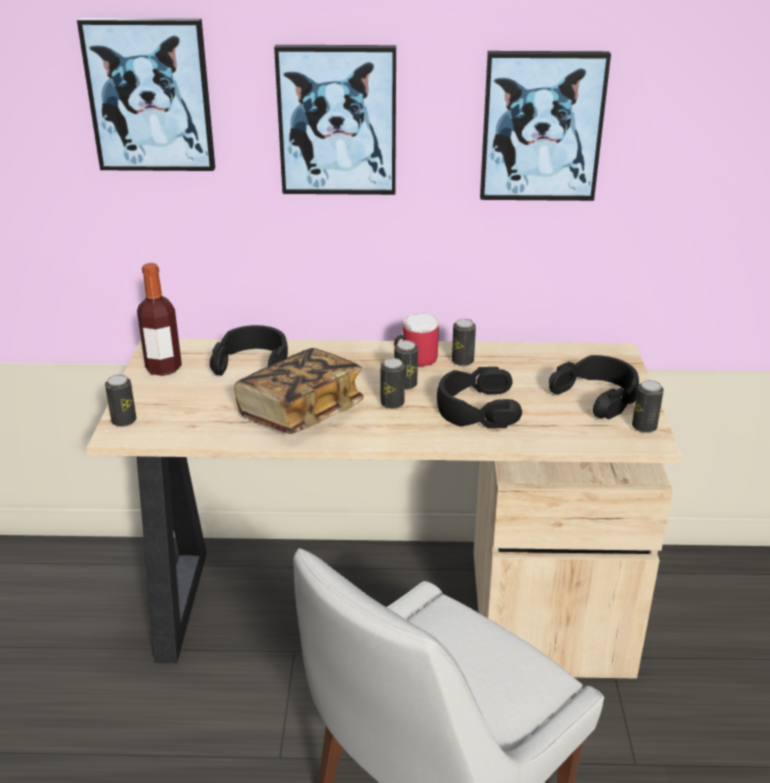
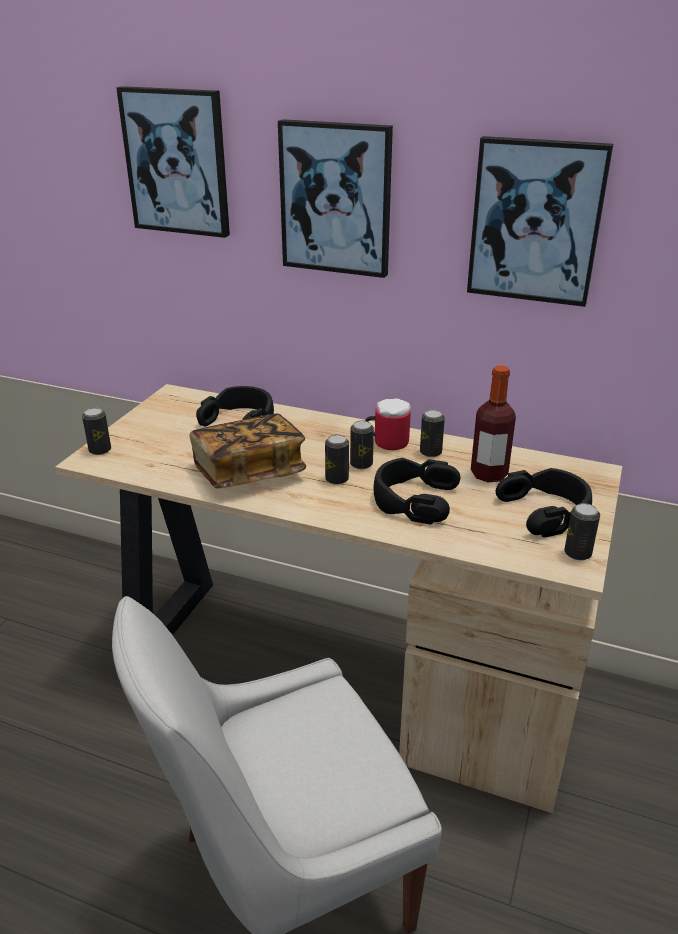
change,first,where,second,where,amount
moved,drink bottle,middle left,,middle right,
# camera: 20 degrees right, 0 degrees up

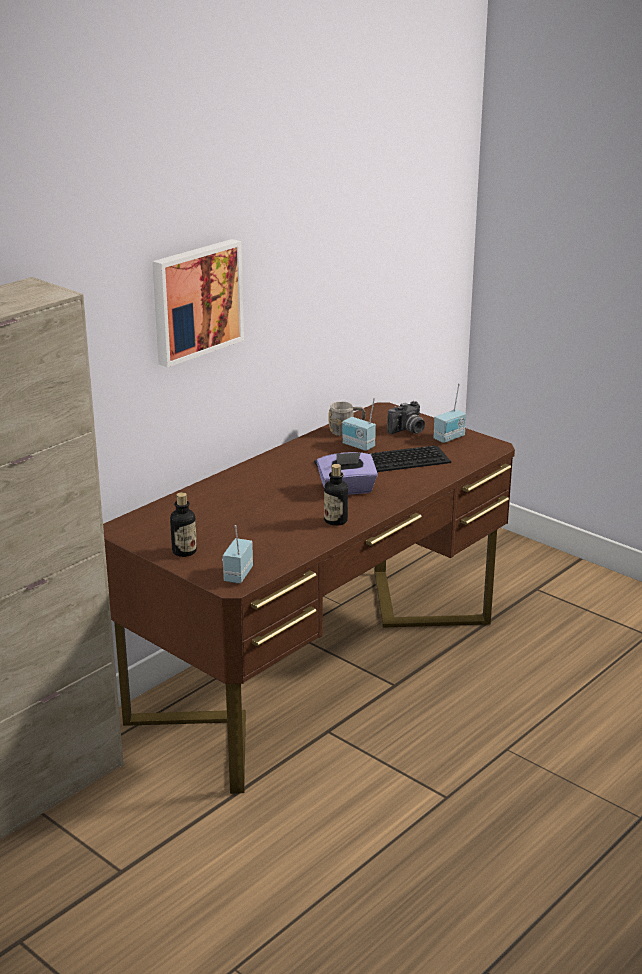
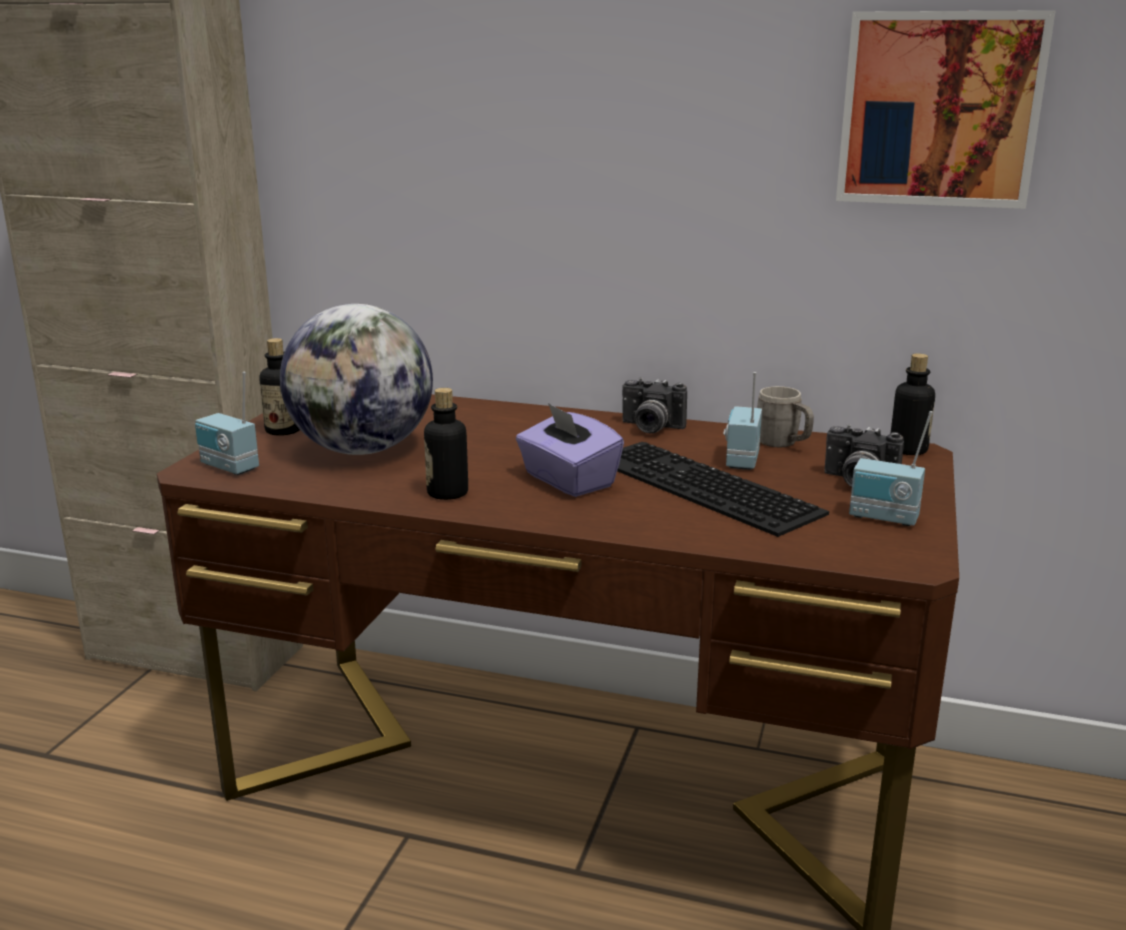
change,first,where,second,where,amount
moved,wall art,top left,,top right,
turned,radio set (1st from left),centre,,middle left,135 degrees counterclockwise
added,,,world globe,middle left,
added,,,still camera (1st from left),centre,
added,,,drink bottle (3rd from left),middle right,
# camera: 65 degrees right, 5 degrees down

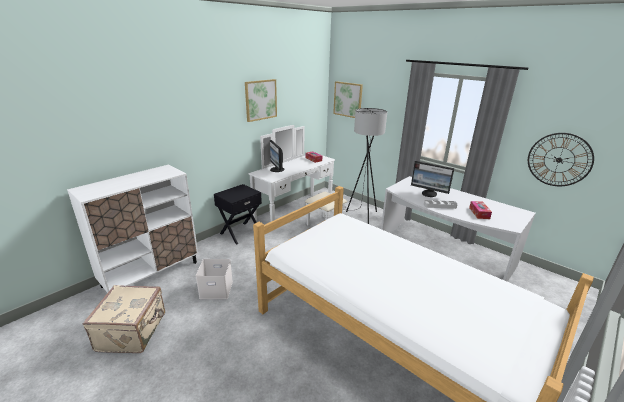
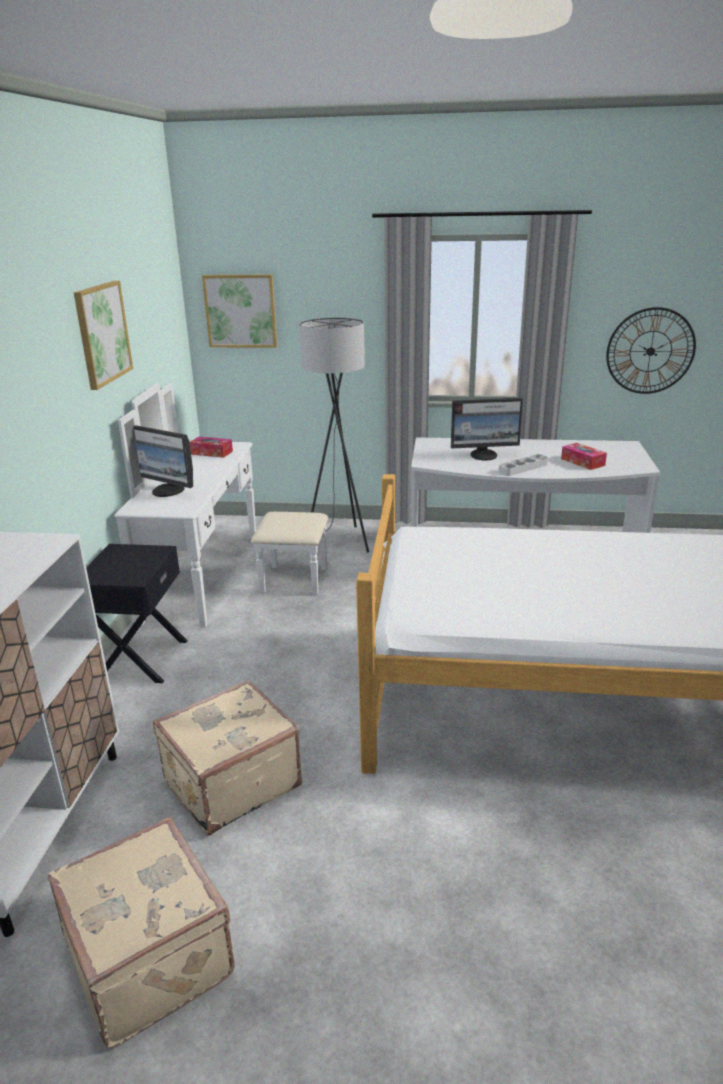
change,first,where,second,where,amount
replaced,white-coloured storage container,bottom centre,beige-coloured piece of luggage (2nd from left),bottom left,
# camera: 35 degrees left, 0 degrees up

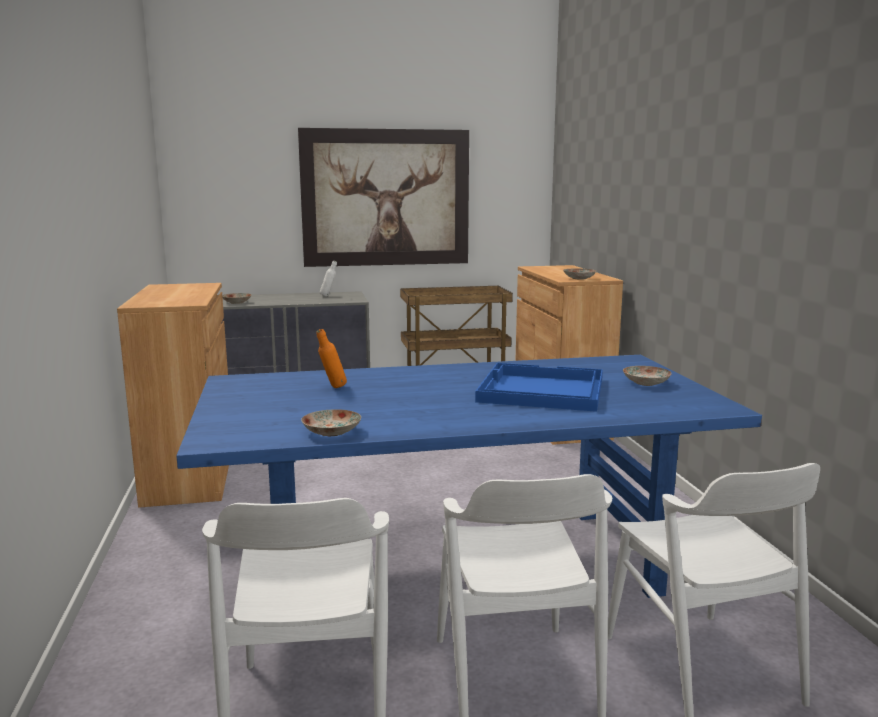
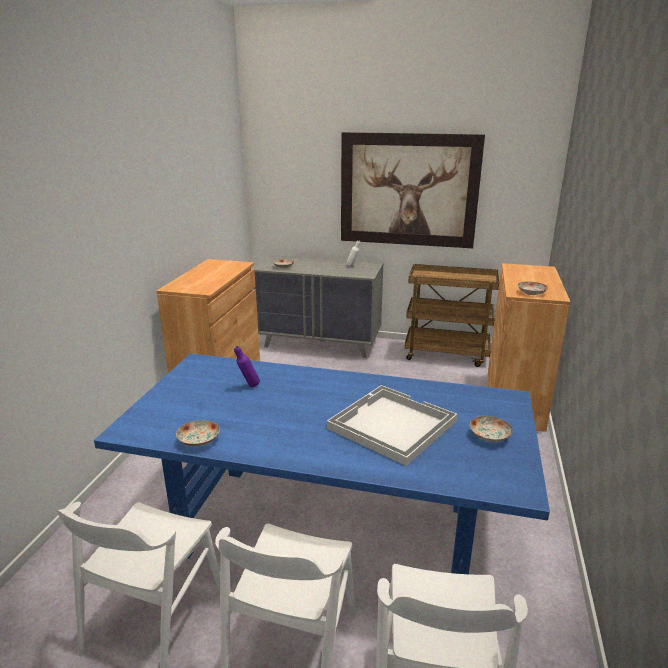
change,first,where,second,where,amount
recoloured,orange drink bottle,centre,purple drink bottle,centre,
recoloured,blue serving tray,centre,white-coloured serving tray,centre,
# camera: 25 degrees right, 10 degrees up

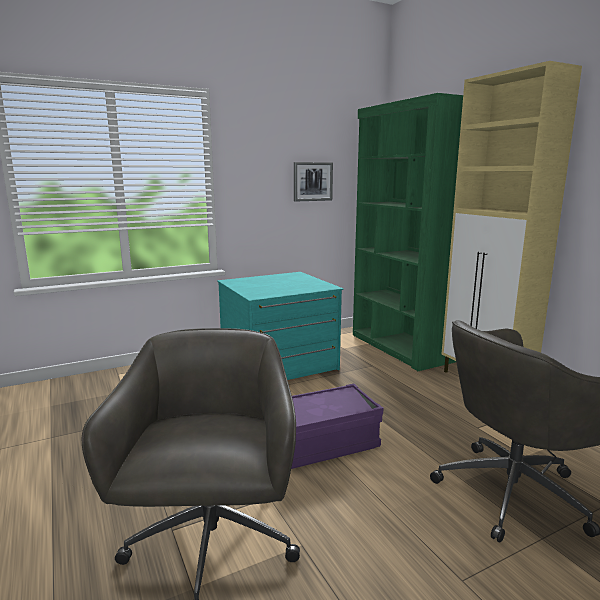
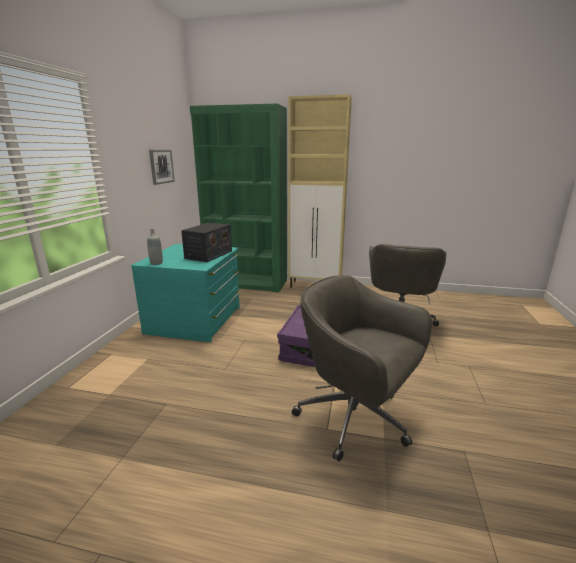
change,first,where,second,where,amount
added,,,grey drink bottle,middle left,
added,,,radio set,centre,
# camera: 50 degrees left, 5 degrees up

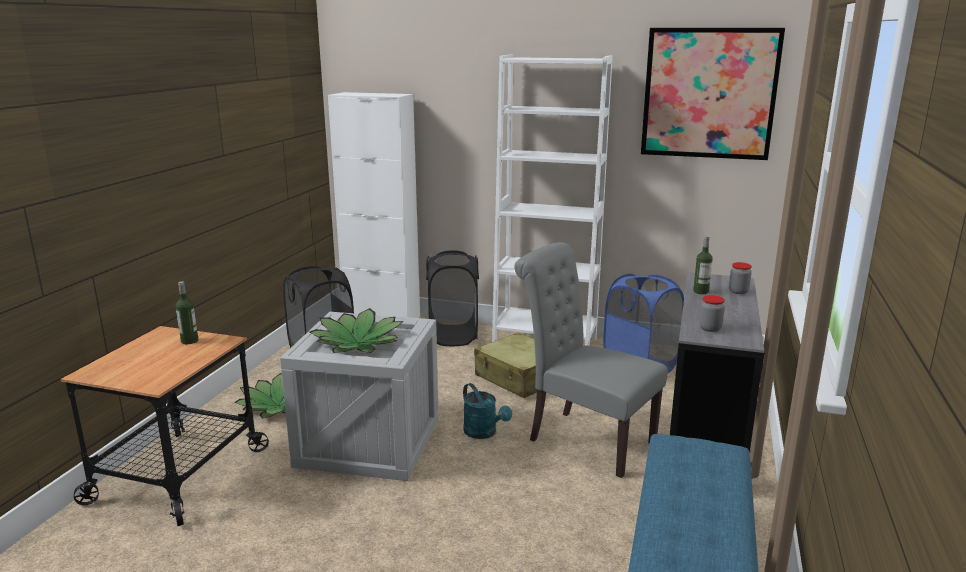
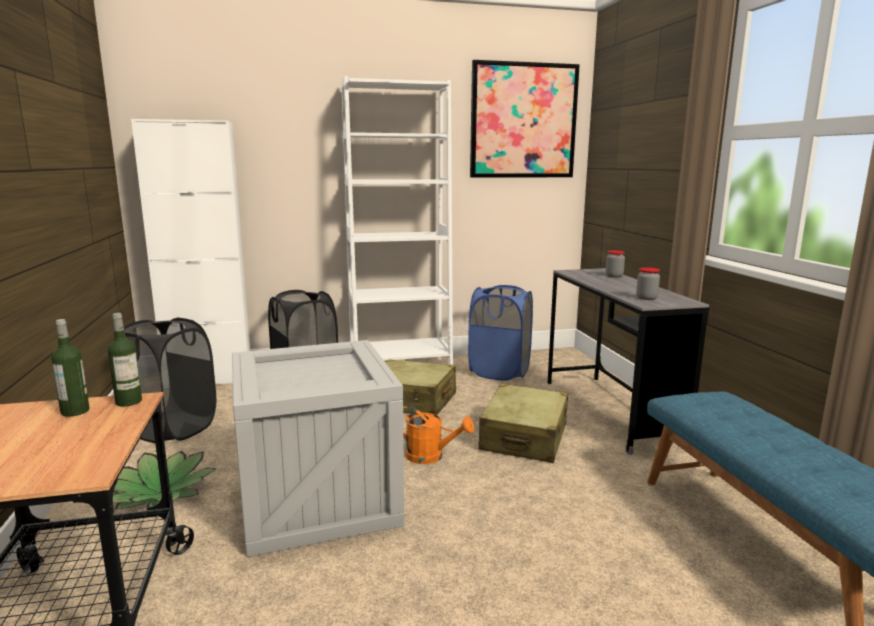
change,first,where,second,where,amount
removed,houseplant (2nd from left),centre,,,
recoloured,blue-green watering pot,bottom centre,orange watering pot,bottom centre,
replaced,grey plain chair,centre,beige-coloured piece of luggage (2nd from left),bottom centre,
moved,drink bottle (2nd from left),middle right,,middle left,
# camera: 30 degrees left, 5 degrees down

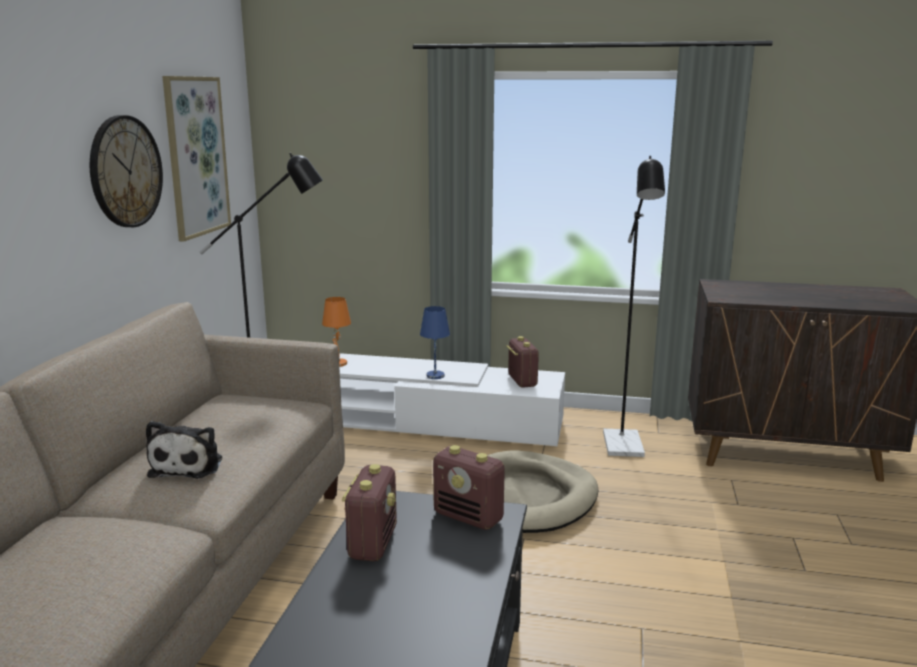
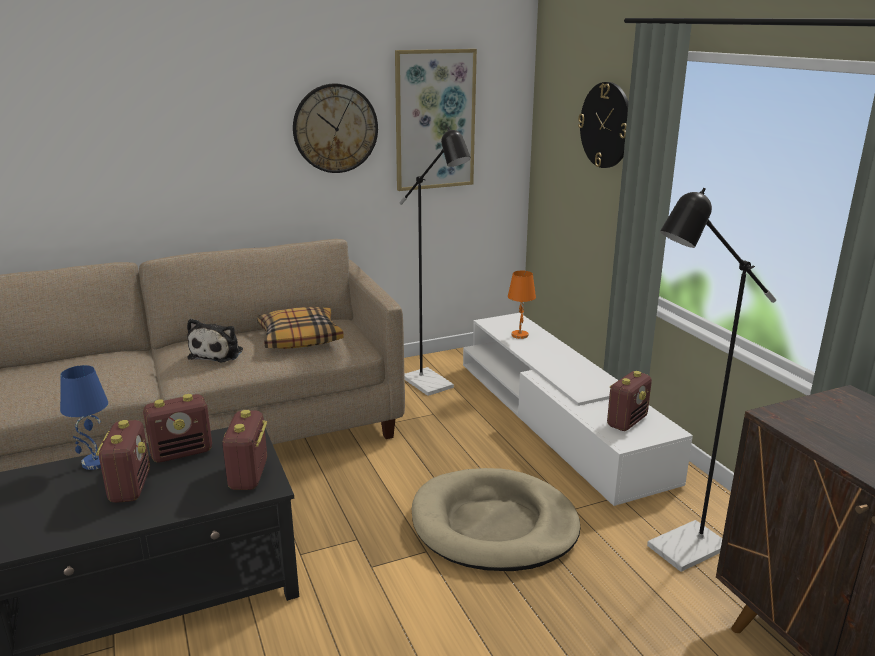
change,first,where,second,where,amount
turned,soft toy,bottom left,,middle left,45 degrees counterclockwise
moved,blue tabletop lamp,centre,,middle left,
added,,,radio set (1st from left),bottom left,
added,,,cushion,centre,
added,,,clock on the wall (2nd from left),top right,
# camera: 55 degrees right, 5 degrees up

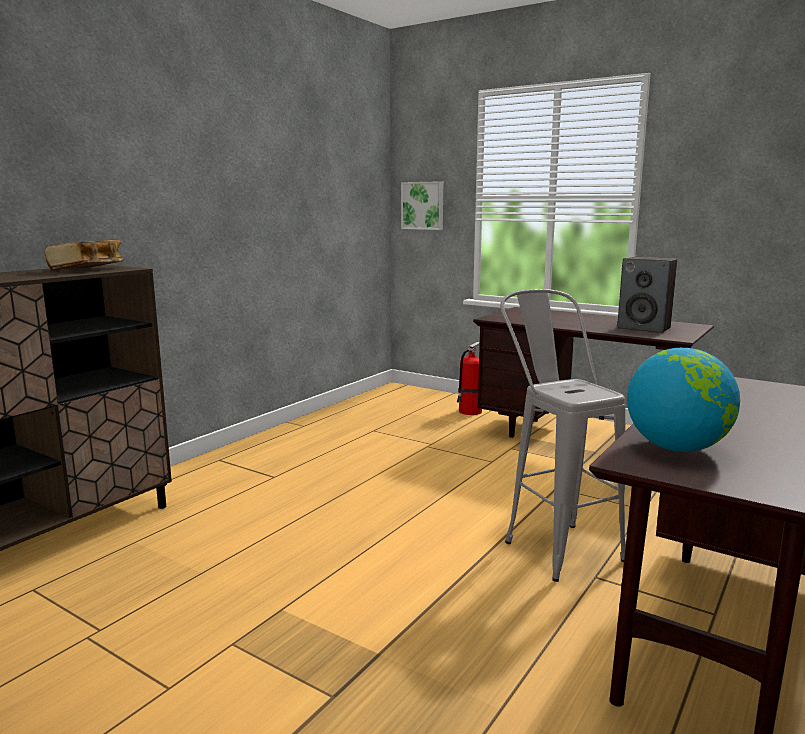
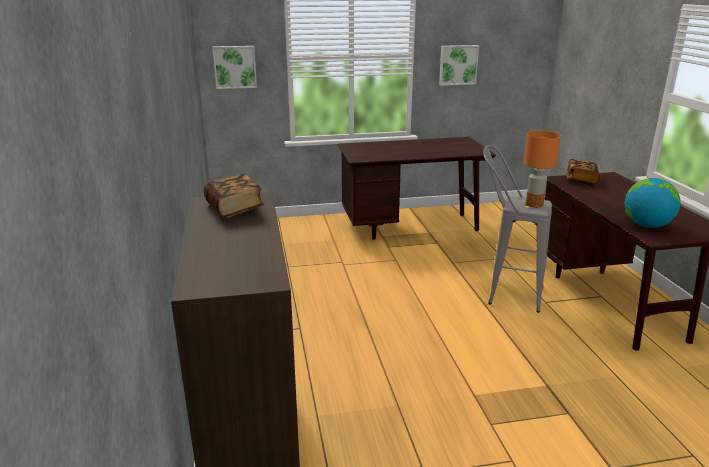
change,first,where,second,where,amount
removed,fire extinguisher,centre,,,
removed,speaker,middle right,,,
added,,,wall art (2nd from left),top centre,
added,,,orange tabletop lamp,middle right,
added,,,volume (2nd from left),middle right,
# camera: 45 degrees left, 10 degrees up

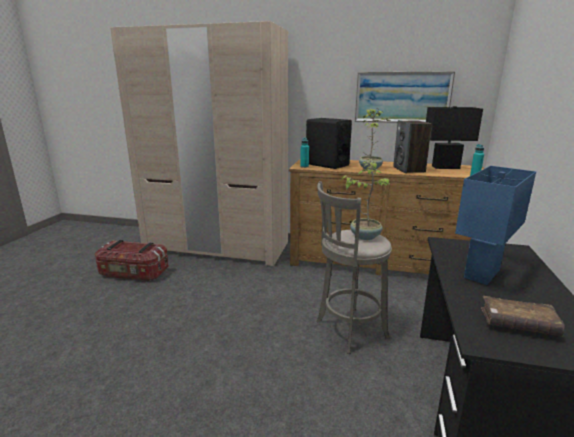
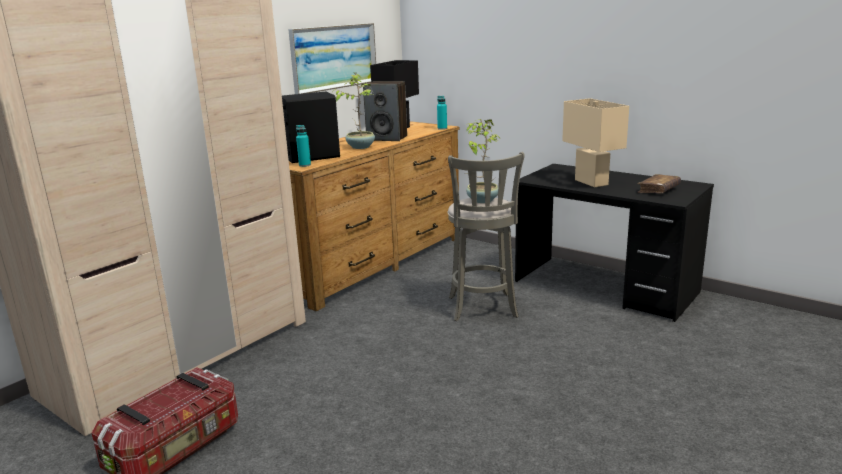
change,first,where,second,where,amount
recoloured,blue tabletop lamp,middle right,beige-coloured tabletop lamp,top right,
# camera: 65 degrees left, 0 degrees up

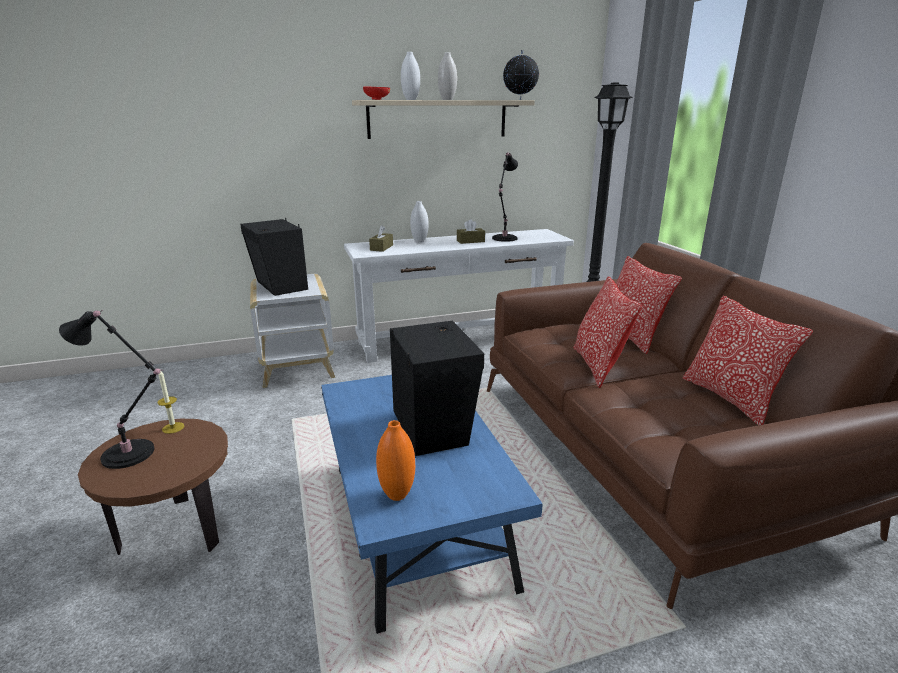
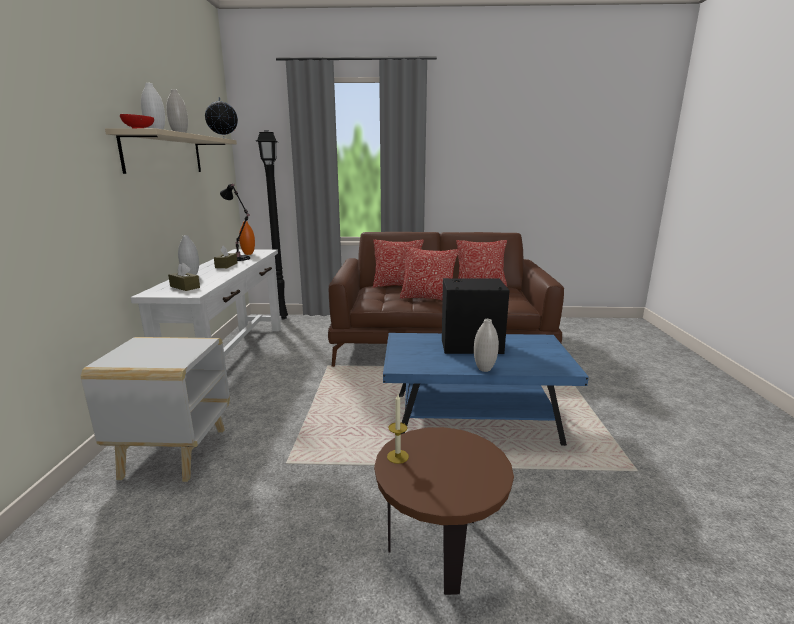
change,first,where,second,where,amount
removed,black tabletop lamp (1st from left),middle left,,,
removed,black speaker (1st from left),middle left,,,
moved,orange flower vase,bottom centre,,middle left,
added,,,white-coloured flower vase (4th from left),centre,
# camera: 70 degrees left, 5 degrees down

